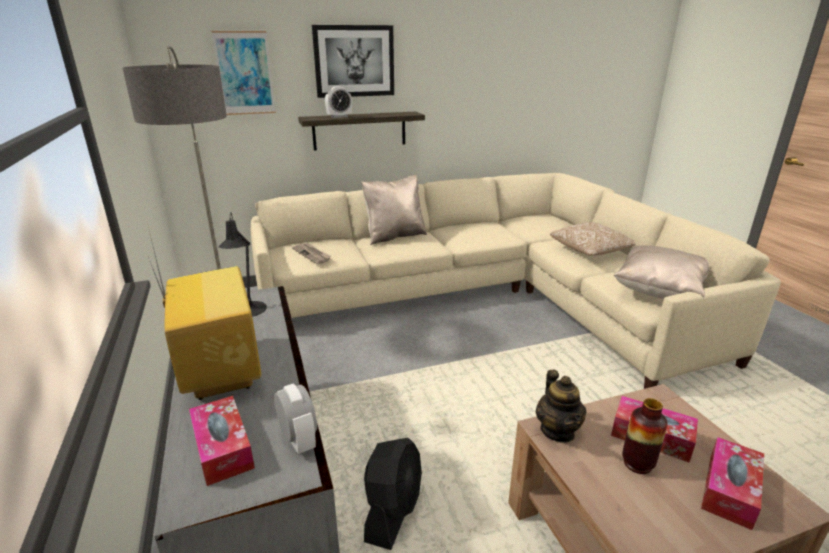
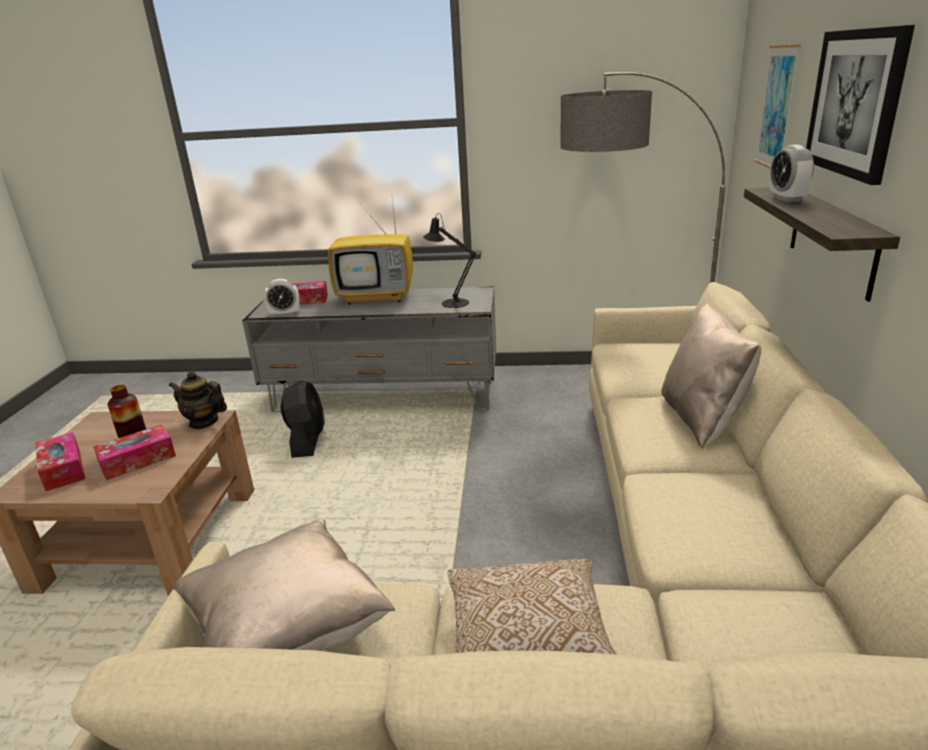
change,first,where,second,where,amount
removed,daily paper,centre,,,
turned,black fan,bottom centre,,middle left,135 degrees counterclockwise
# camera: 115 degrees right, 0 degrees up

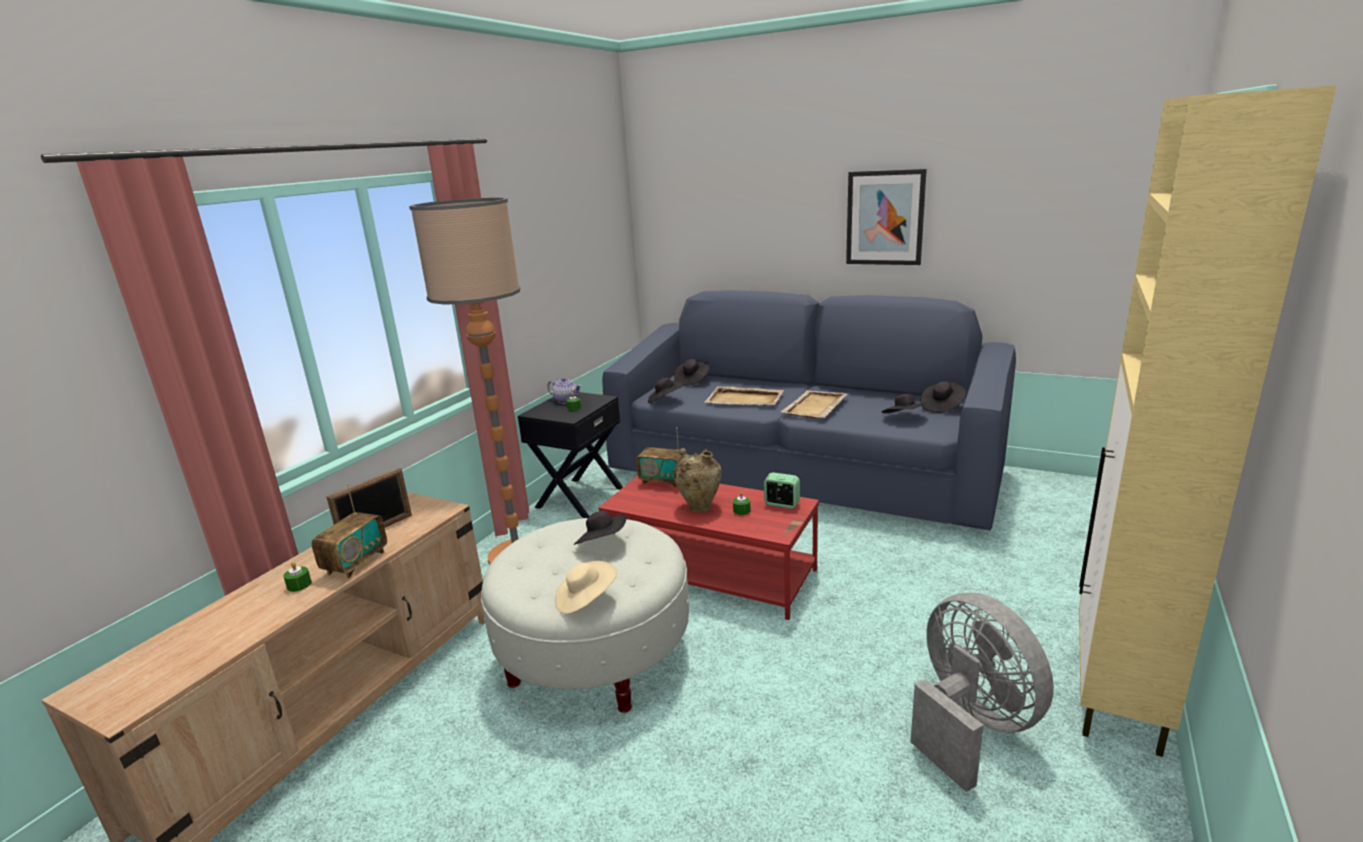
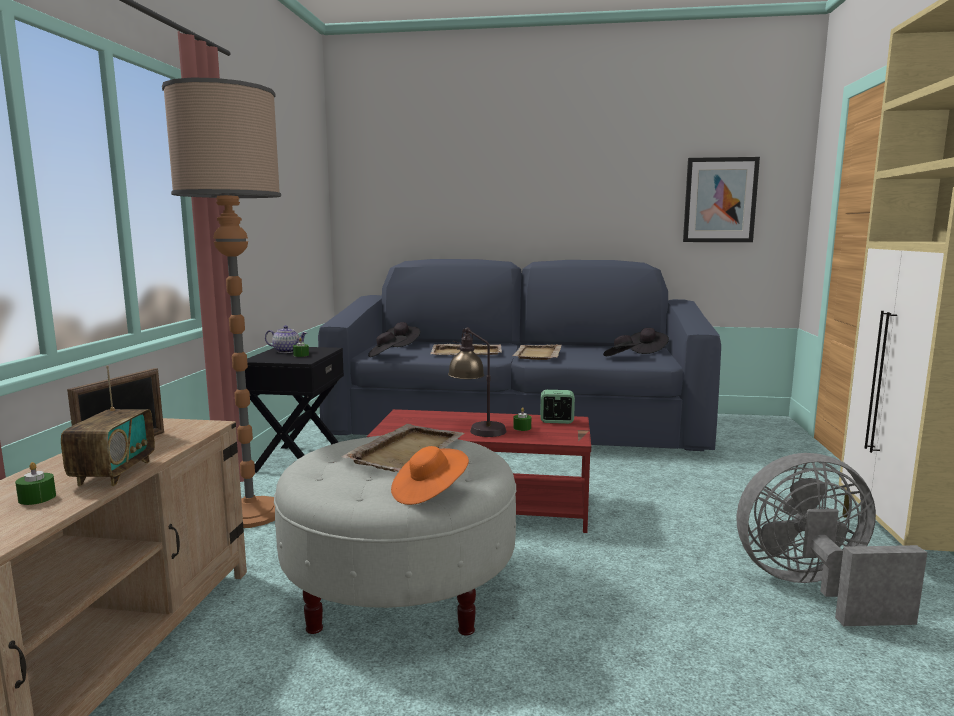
change,first,where,second,where,amount
recoloured,beige-coloured hat,bottom centre,orange hat,centre,
replaced,black hat (1st from left),centre,beige-coloured serving tray (1st from left),centre,
removed,radio set (2nd from left),centre,,,
replaced,beige-coloured flower vase,centre,tabletop lamp,centre,
moved,wall art,top centre,,top right,
turned,grey fan,bottom right,,bottom right,45 degrees counterclockwise
# camera: 20 degrees left, 10 degrees down

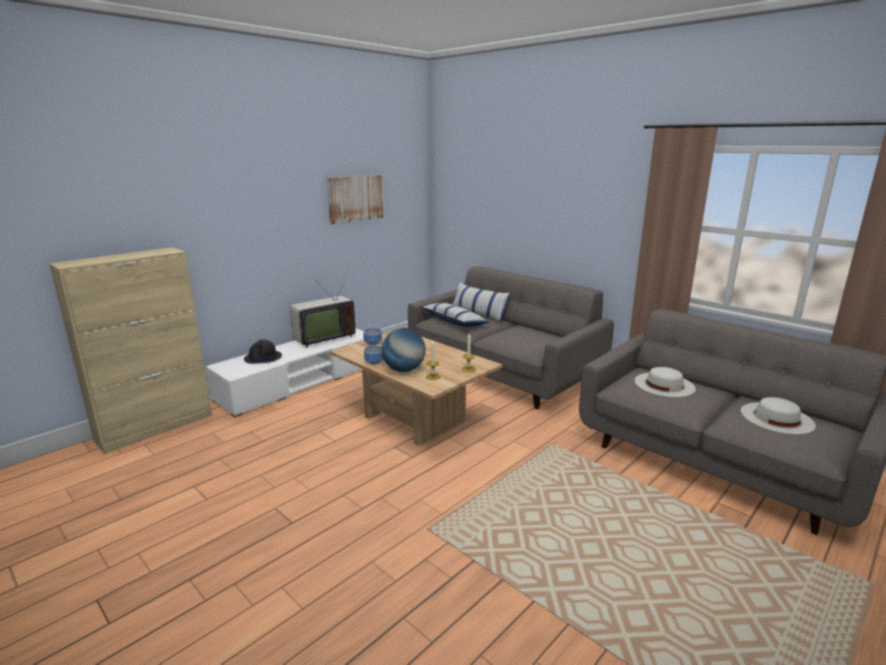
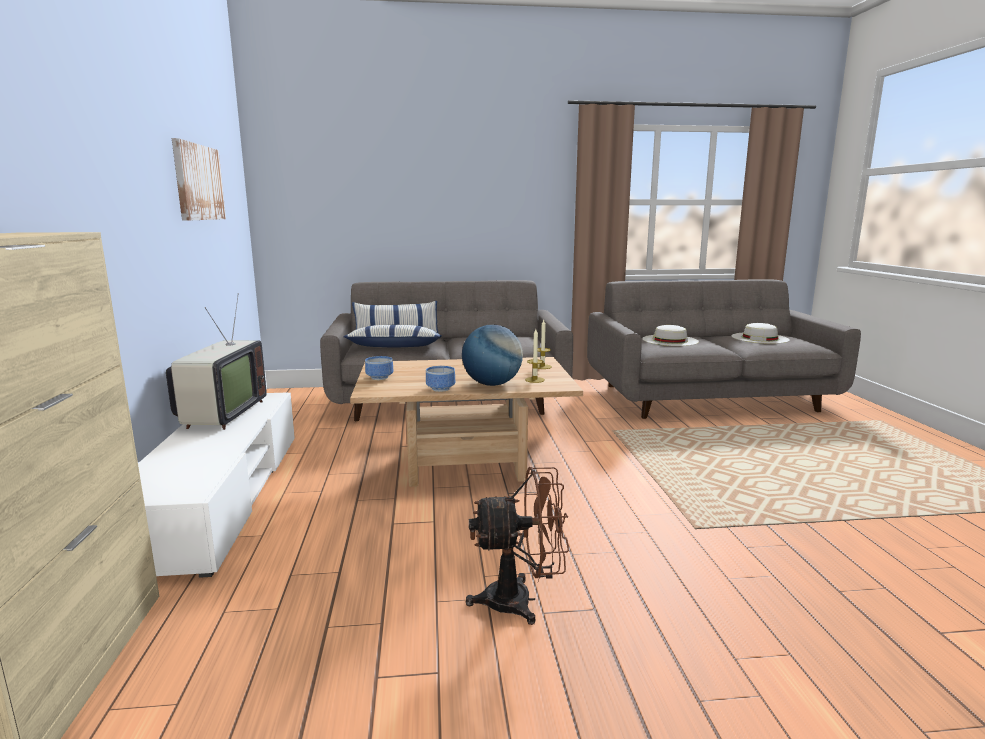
change,first,where,second,where,amount
removed,black hat,middle left,,,
added,,,brownish fan,bottom centre,
# camera: 50 degrees left, 5 degrees down

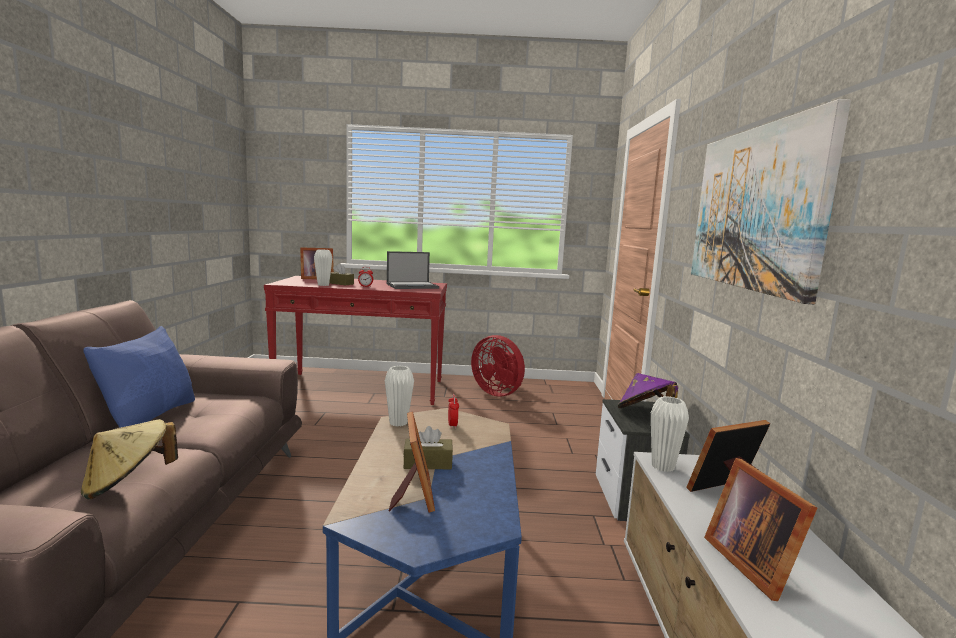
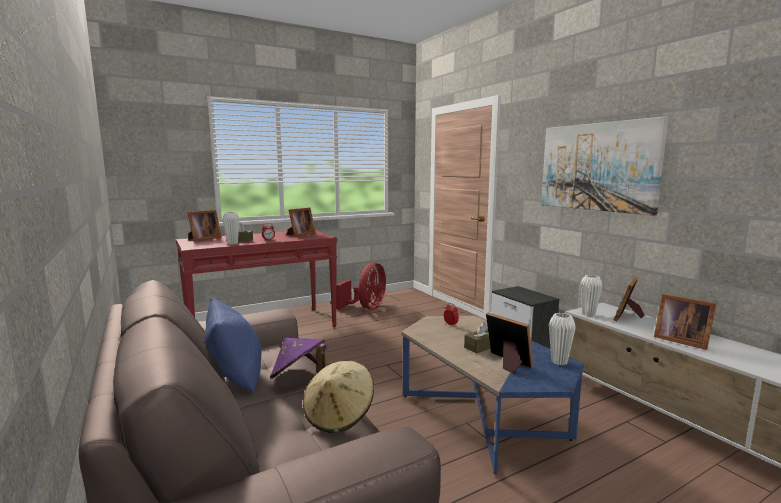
change,first,where,second,where,amount
moved,white-coloured flower vase (2nd from left),centre,,bottom right,
replaced,portable computer,centre,picture frame (2nd from left),centre,
turned,reddish fan,centre,,centre,75 degrees counterclockwise
moved,purple hat,middle right,,bottom centre,
# camera: 30 degrees left, 0 degrees up

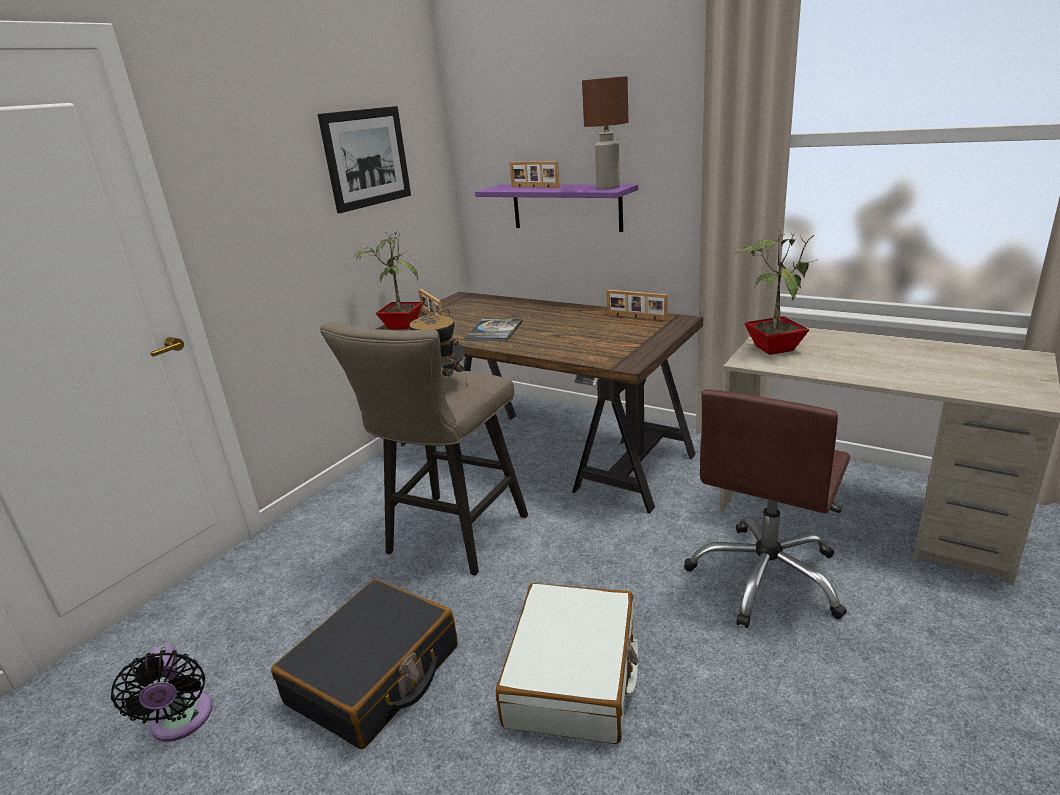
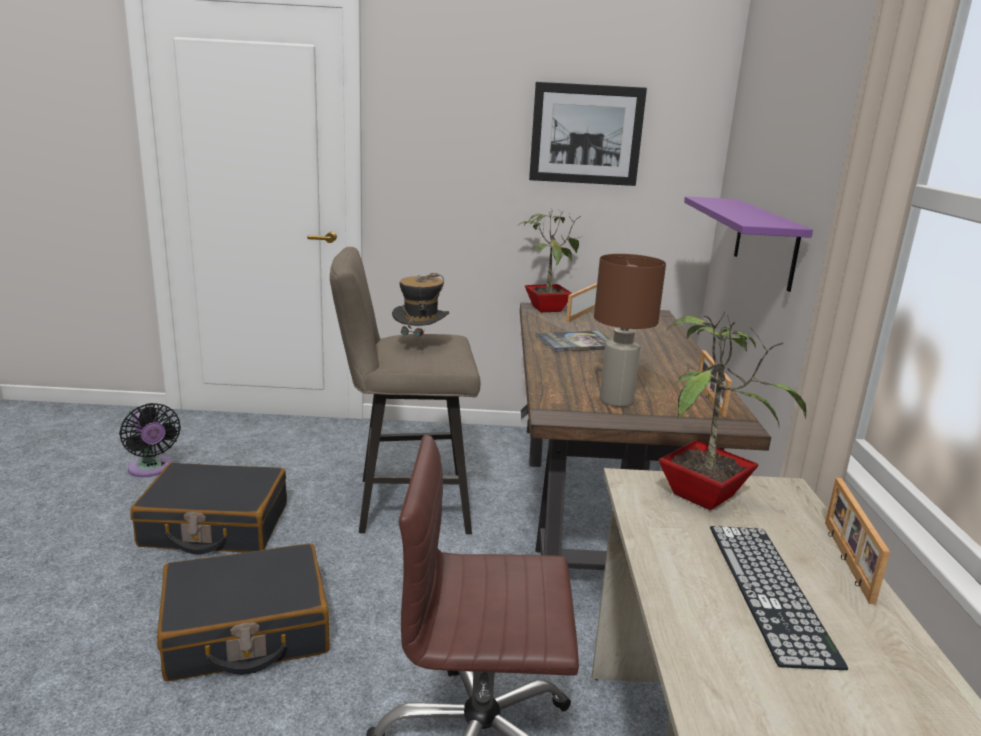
change,first,where,second,where,amount
turned,black fan,bottom left,,middle left,75 degrees counterclockwise
recoloured,white-coloured piece of luggage,bottom centre,black piece of luggage (2nd from left),bottom left,
moved,picture frame (2nd from left in the first image),top centre,picture frame (3rd from left),bottom right,
moved,brownish tabletop lamp,top centre,,centre,
added,,,keyboard,bottom right,
# camera: 55 degrees right, 5 degrees down

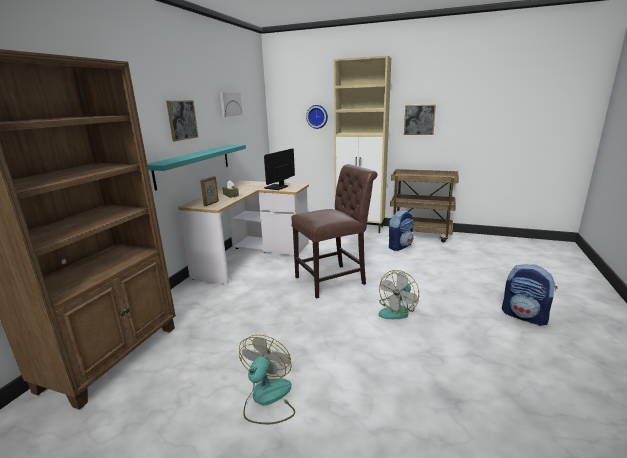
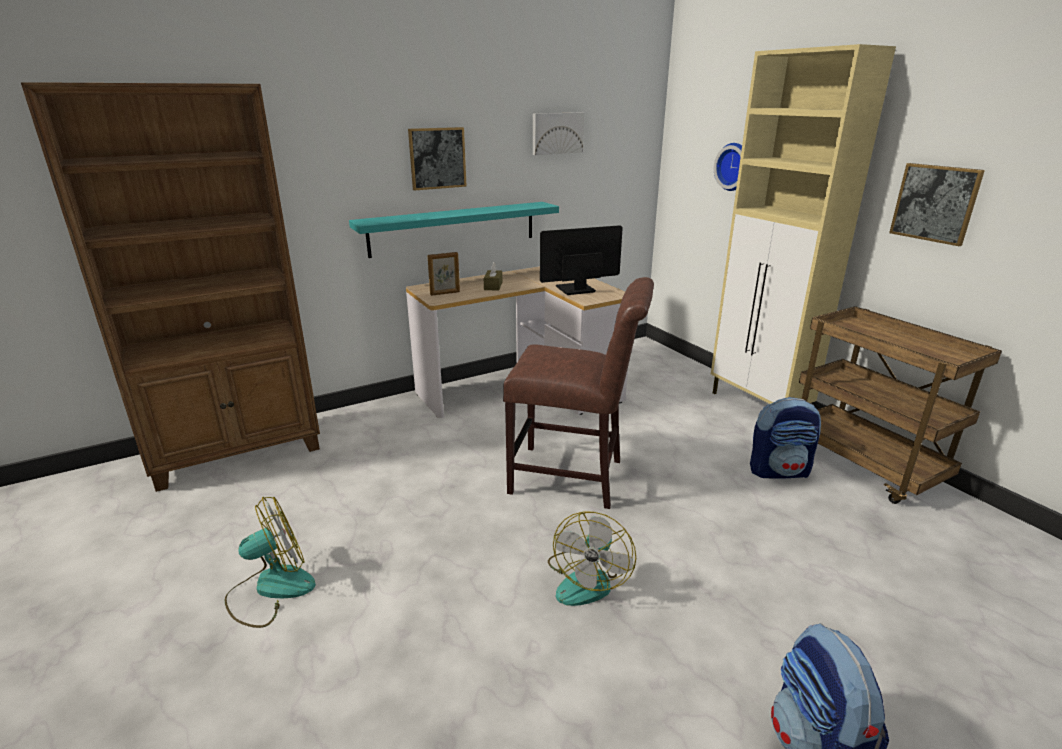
change,first,where,second,where,amount
turned,fan (2nd from left),centre,,bottom centre,60 degrees counterclockwise
# camera: 40 degrees right, 5 degrees up

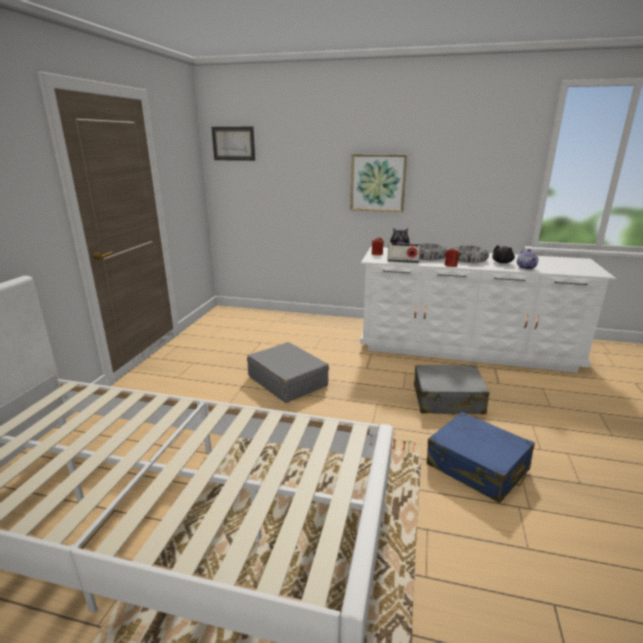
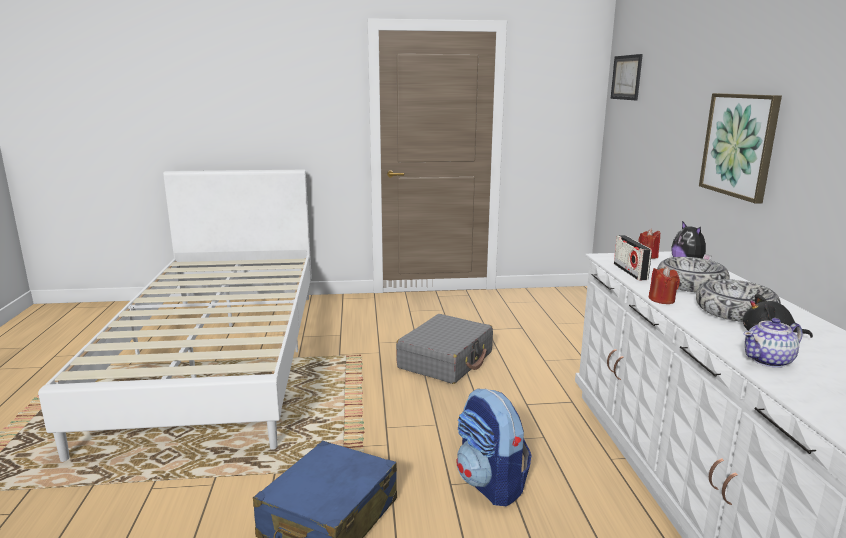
change,first,where,second,where,amount
replaced,grey piece of luggage (2nd from left),middle right,rucksack,bottom centre,
# camera: 70 degrees right, 5 degrees down

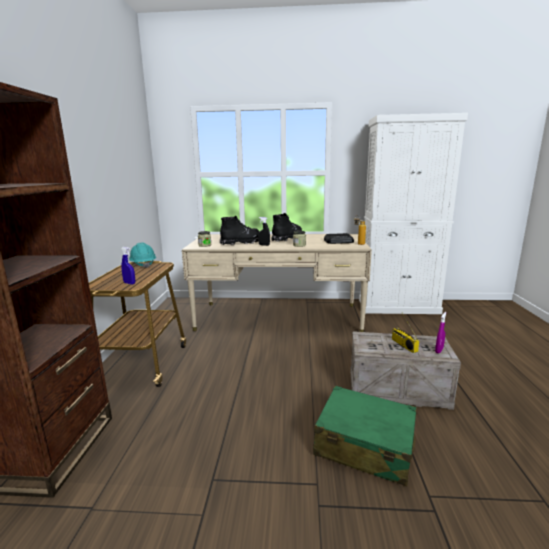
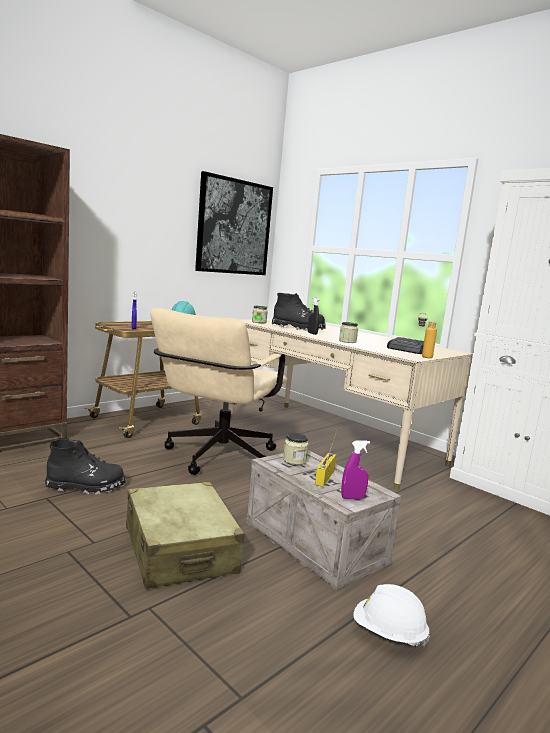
change,first,where,second,where,amount
moved,black tall boot (2nd from left in the first image),centre,black tall boot (1st from left),middle left,
recoloured,green-coloured piece of luggage,bottom centre,beige-coloured piece of luggage,bottom centre,
added,,,beige-coloured desk chair,centre,
added,,,wall art,top centre,
added,,,jar (2nd from left),centre,
added,,,white-coloured work helmet,bottom right,
# camera: 40 degrees right, 5 degrees down

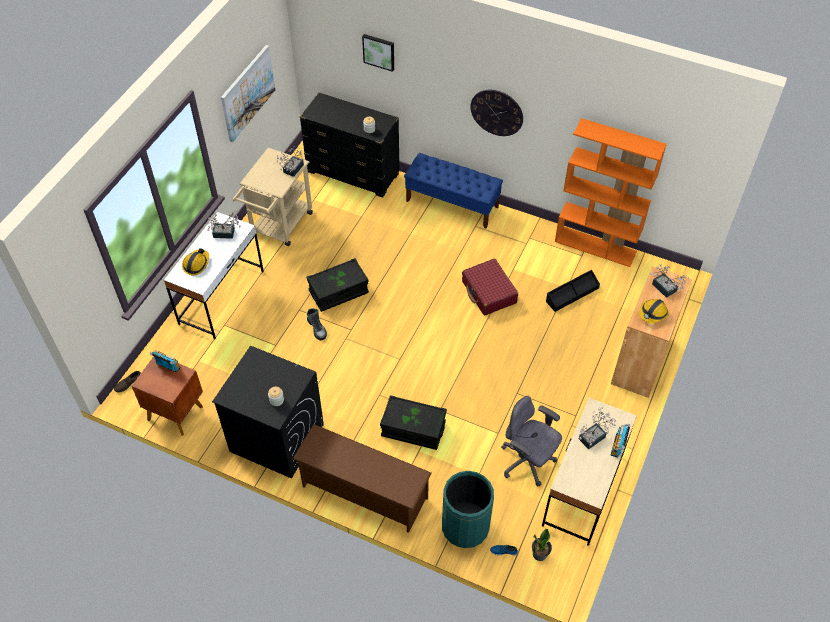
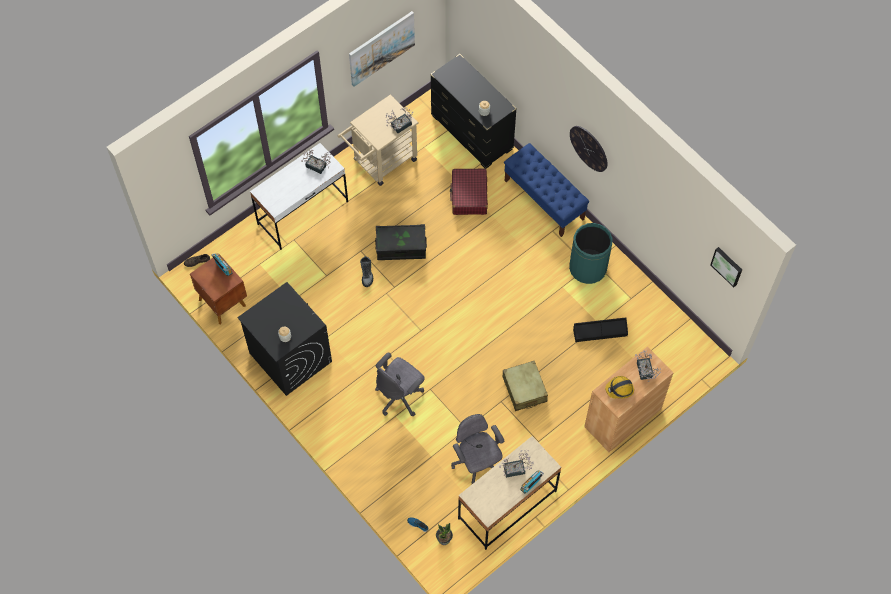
change,first,where,second,where,amount
removed,work helmet (1st from left),middle left,,,
removed,brownish shoe rack,bottom centre,,,
moved,wall art (2nd from left),top centre,,middle right,
replaced,black storage container (2nd from left),bottom centre,grey desk chair (1st from left),centre,
moved,green-coloured trash can,bottom centre,,centre,
moved,reddish piece of luggage,centre,,top centre,
removed,orange bookshelf,top right,,,
added,,,beige-coloured piece of luggage,centre,
# camera: 25 degrees right, 10 degrees up

